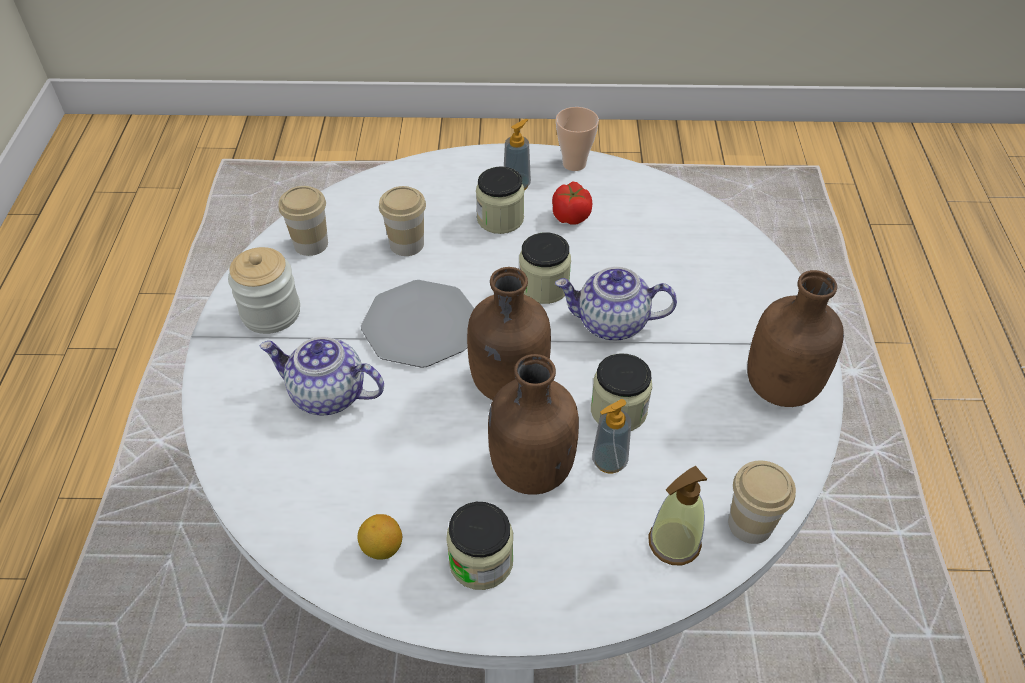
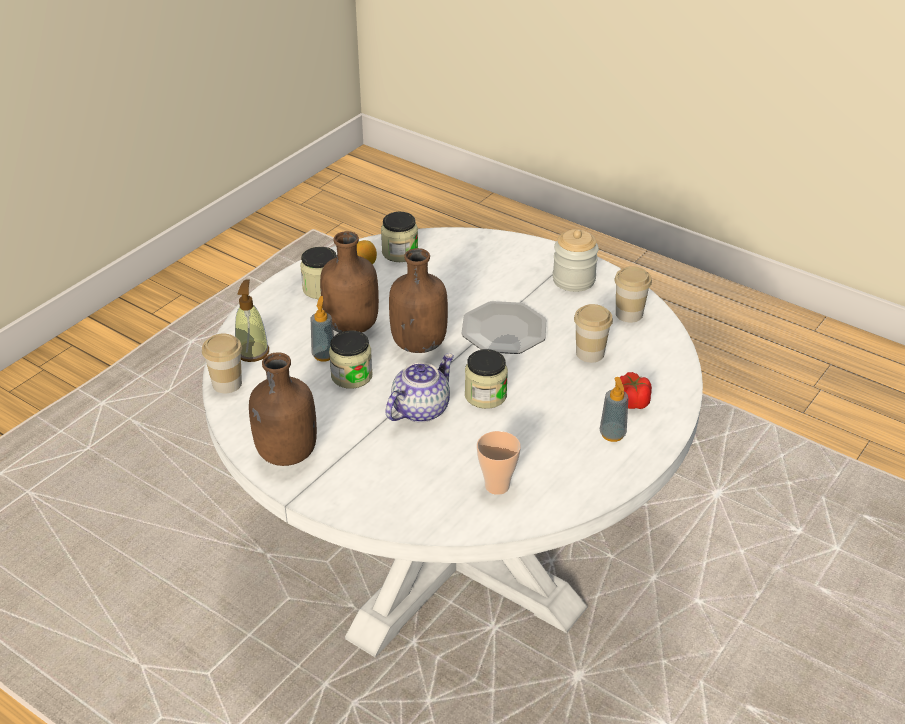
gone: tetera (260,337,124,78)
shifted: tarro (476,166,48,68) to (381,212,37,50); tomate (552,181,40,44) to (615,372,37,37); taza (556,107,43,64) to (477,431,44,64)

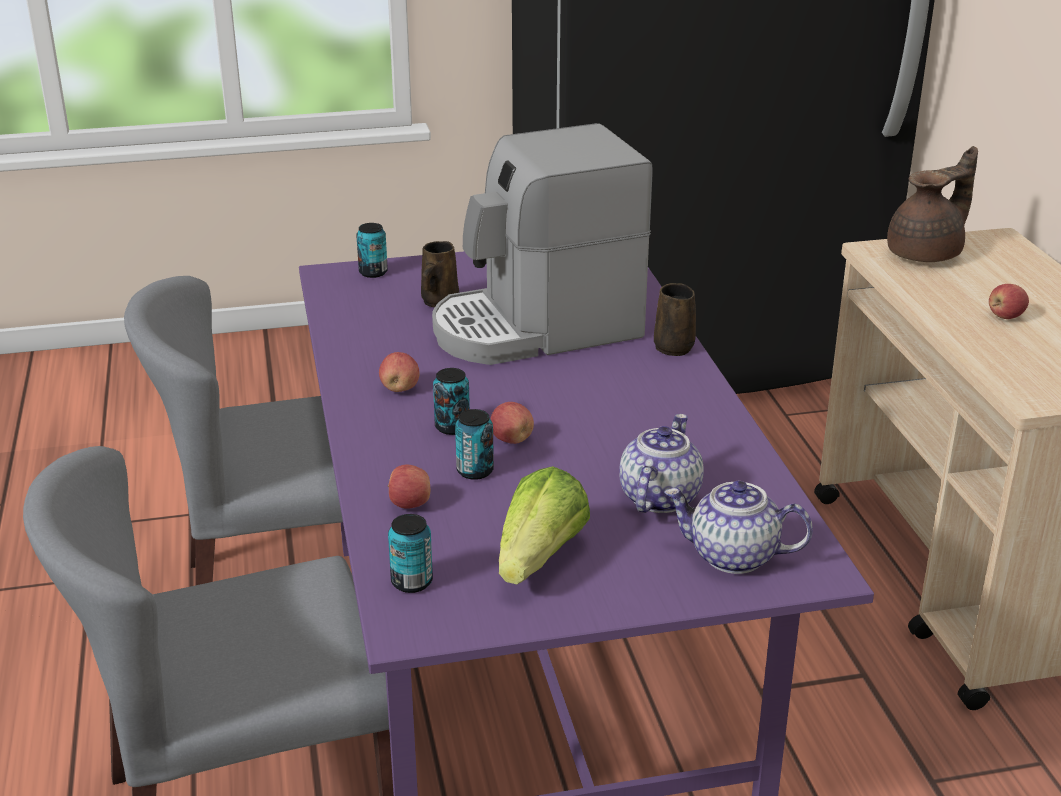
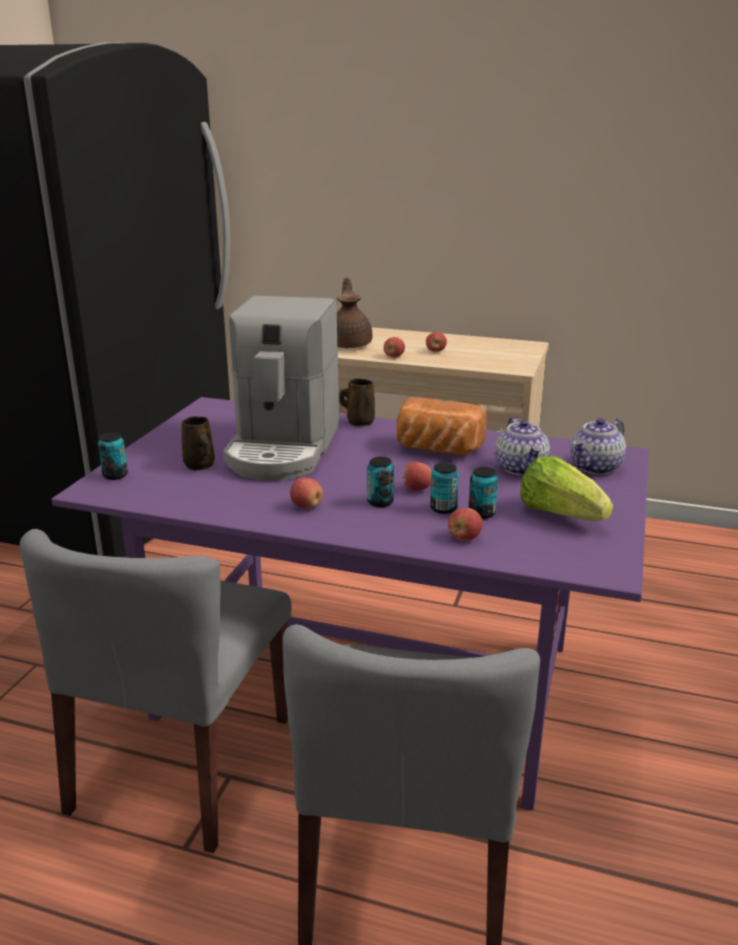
new: manzana (384,337,21,21); pan (396,397,91,58)
shifted: lata (388,514,45,79) to (469,467,29,52)
rotated: tetera (619,414,85,99) = (495,417,55,58) 150 degrees counterclockwise

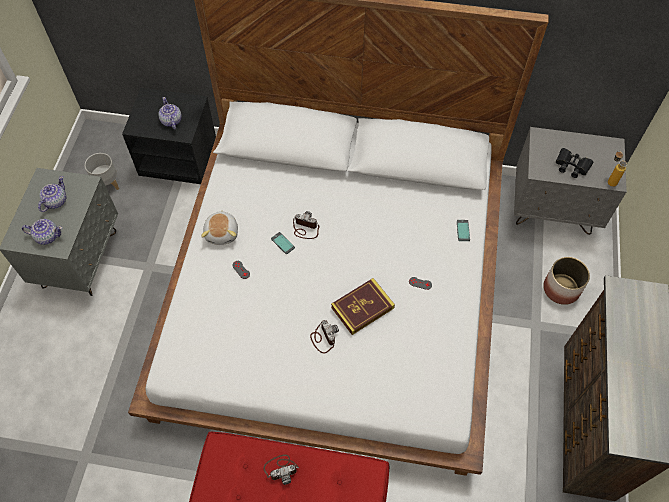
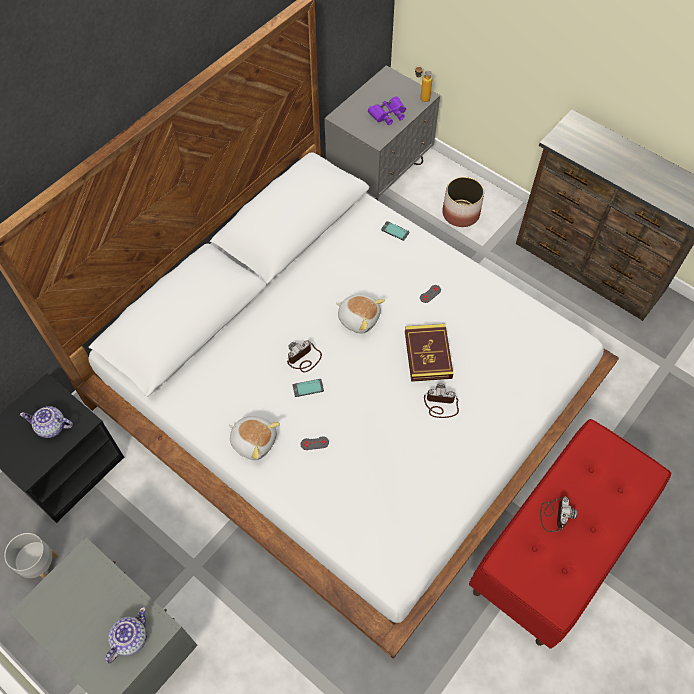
gone: tetera (38,176,28,36)
new: peluche (336,294,49,40)
repainted: prismáticos/negro (556,148,37,30) to prismáticos/morado (368,96,38,29)

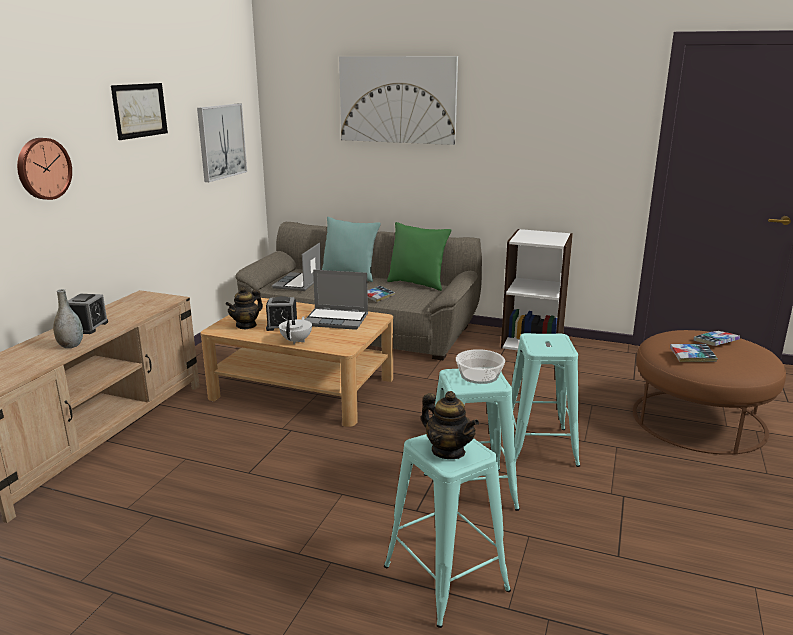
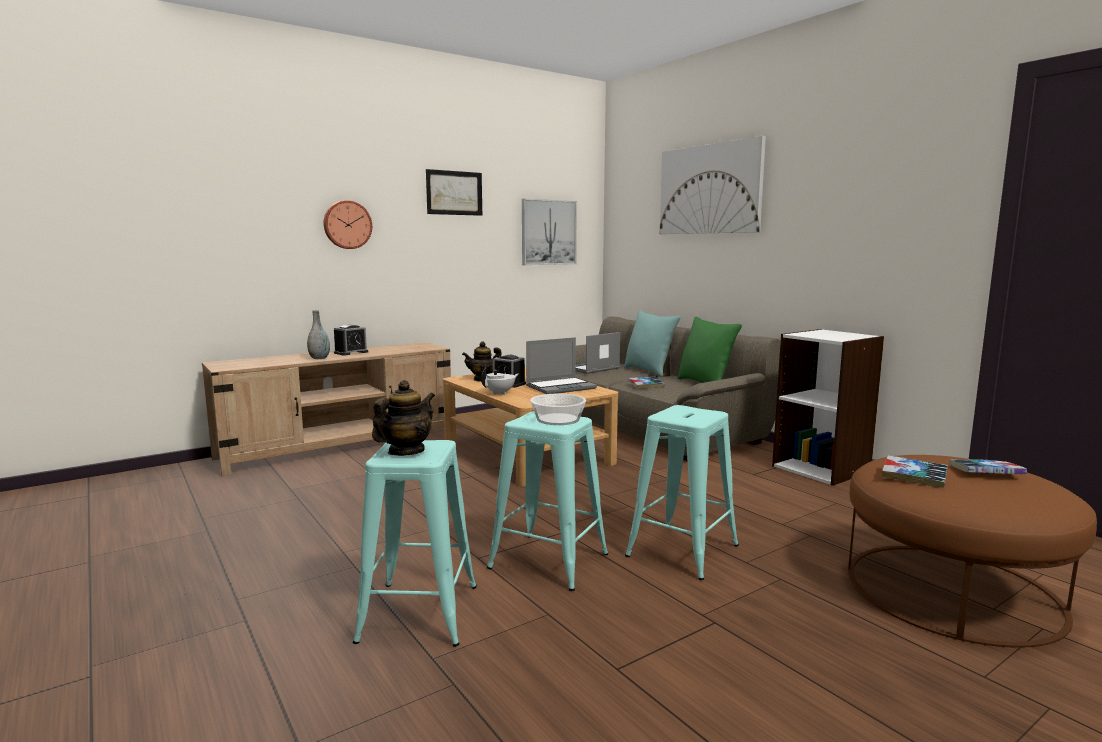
rotated: portátil (305,270,63,60) = (526,337,71,57) 75 degrees counterclockwise; tetera (421,391,58,68) = (372,380,63,76) 135 degrees counterclockwise

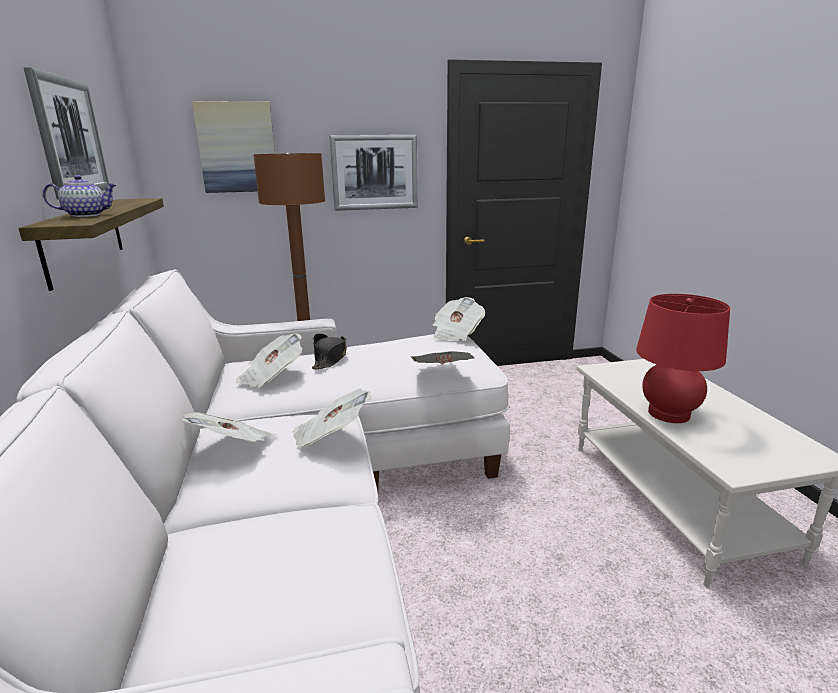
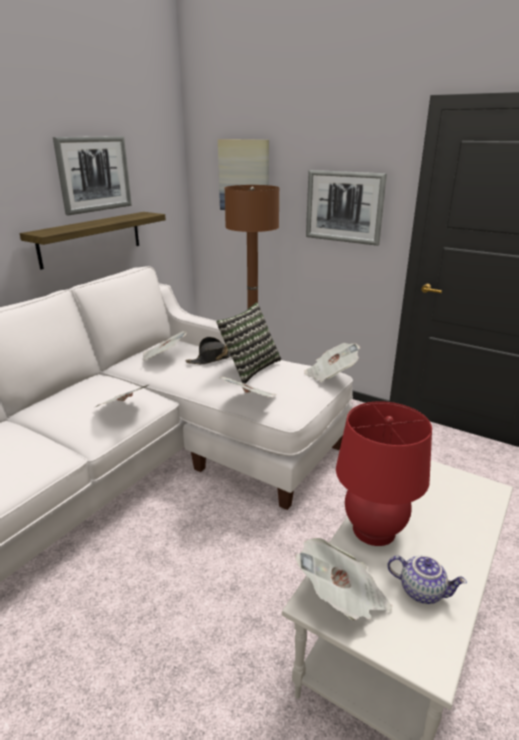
new: cojín (217,302,64,82)
shifted: tetera (43,175,73,42) to (387,555,80,49); periódico (181,412,96,30) to (295,538,97,82)

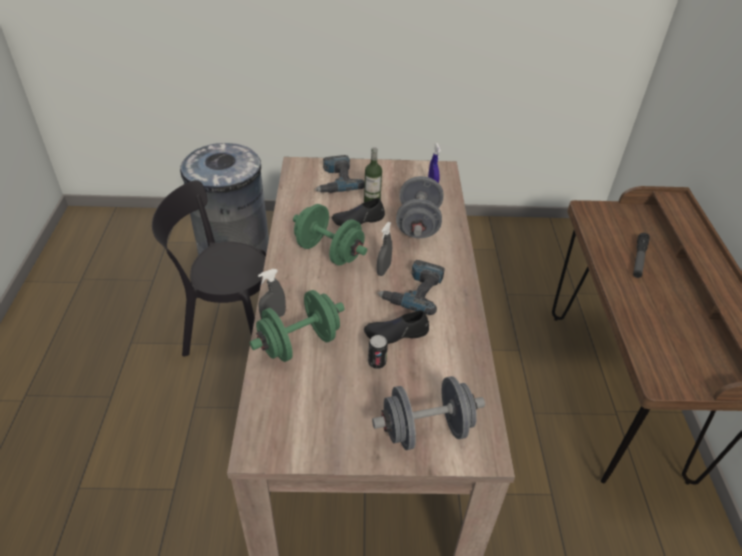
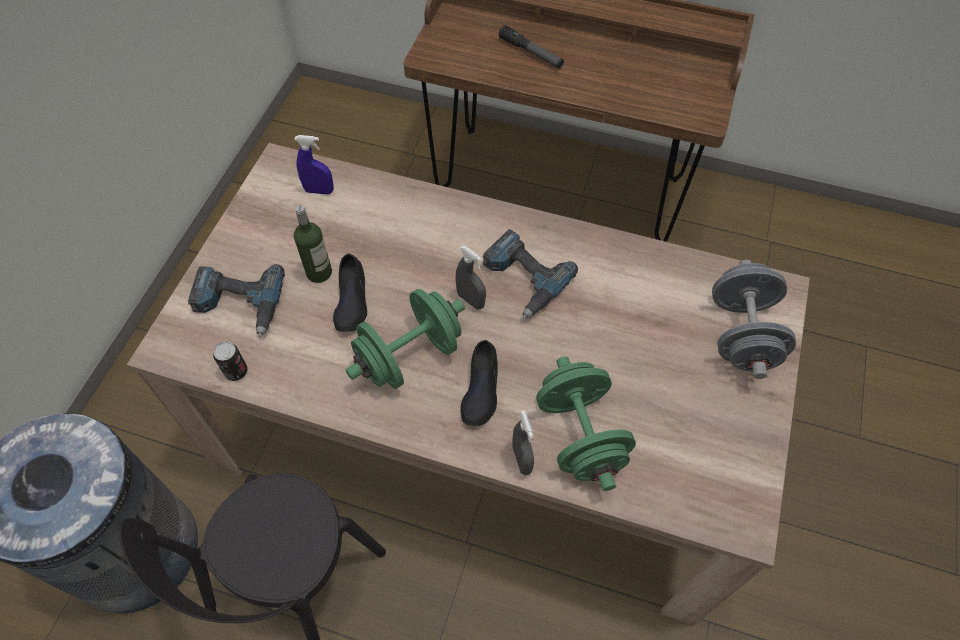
gone: mancuerna/gris (396,176,48,62)
shifted: zapato/negro (364,310,65,34) to (460,340,38,86); lata (368,335,20,34) to (213,341,34,40)

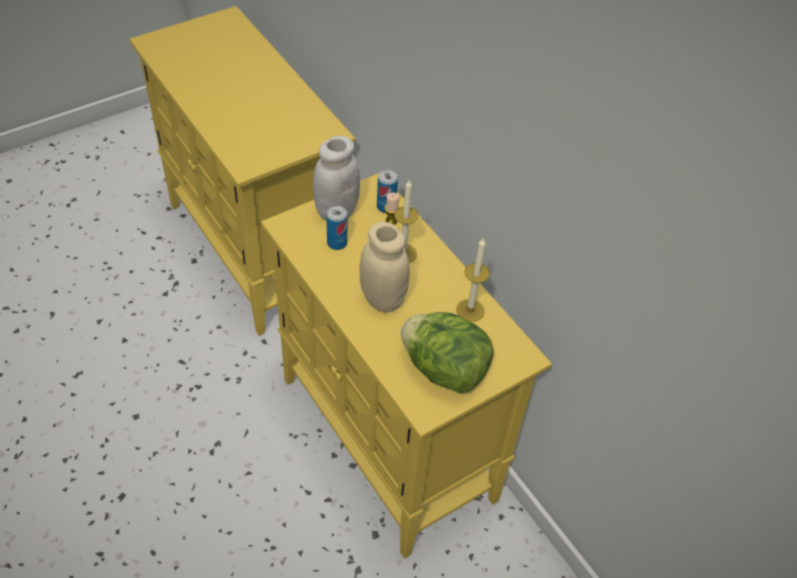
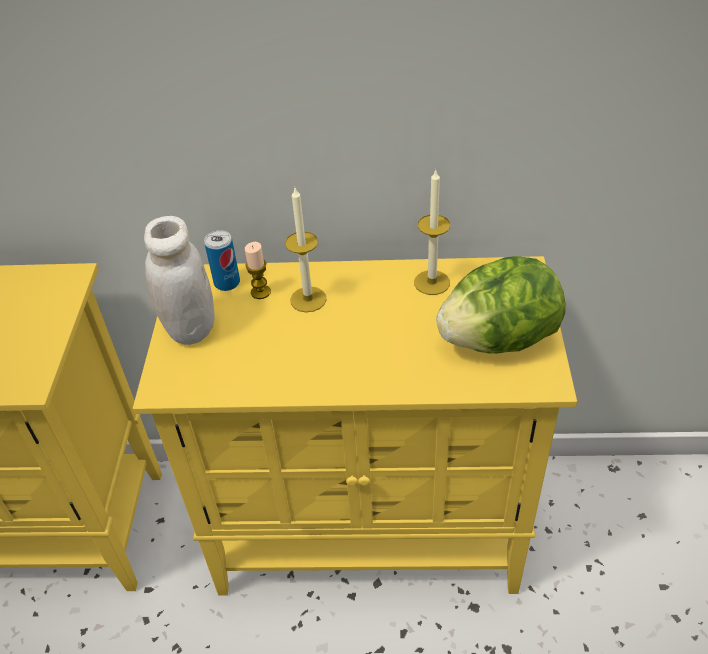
gone: lata (326,206,21,44); tarro/beis (360,222,50,90)

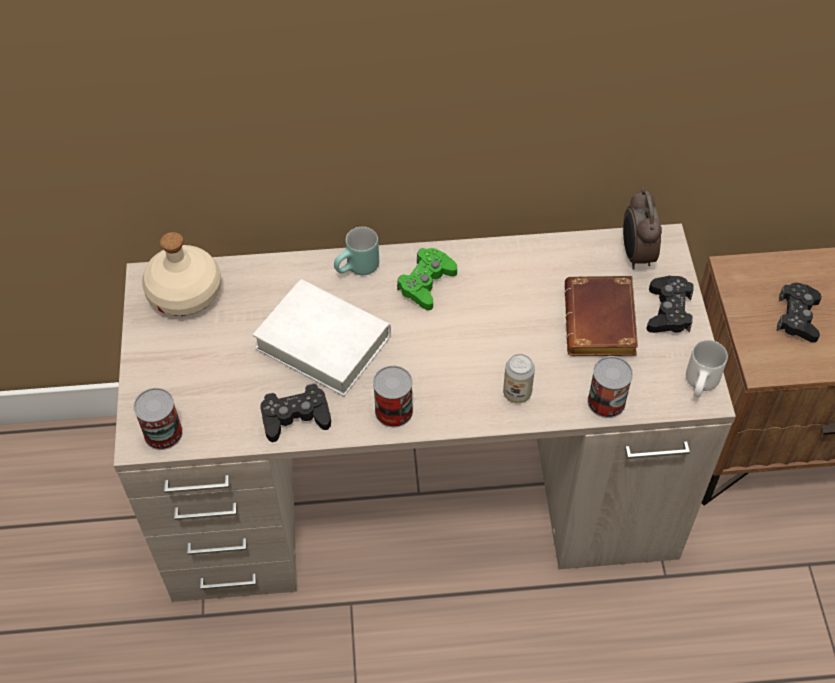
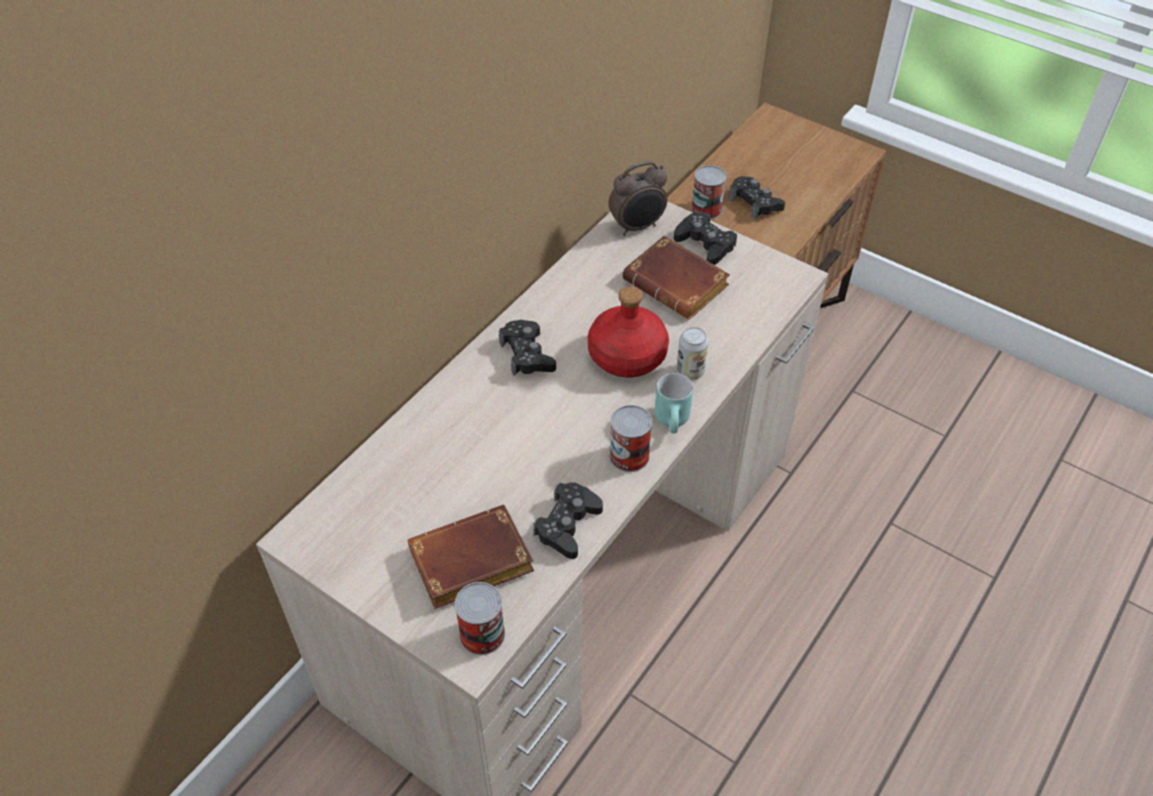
gone: botella/beis (142,232,80,84); libro/blanco (253,279,138,117); taza grande/blanco (686,340,42,57)
new: libro/marrón (408,505,126,104); botella/rojo (588,287,81,91)
shifted: taza grande/turquesa (334,227,45,48) to (655,373,38,61); lata (588,356,45,62) to (691,165,36,55)
repainted: mando de consola/verde (397,248,60,62) to mando de consola/negro (499,320,57,56)
rotated: despertador (623,188,39,82) = (608,161,59,75) 60 degrees counterclockwise

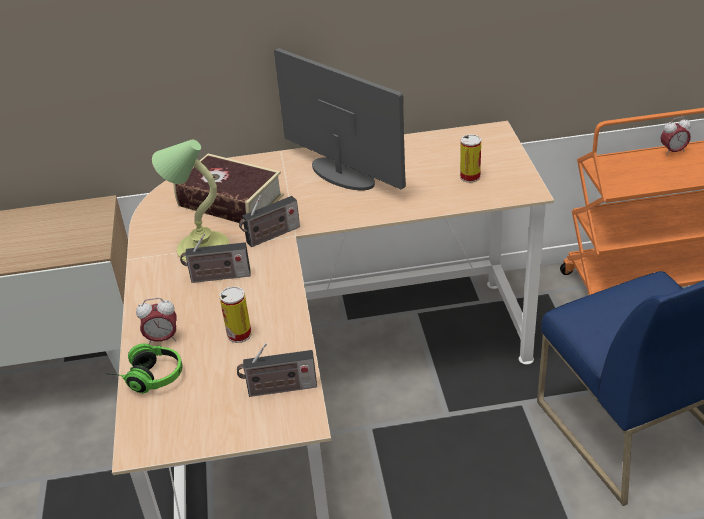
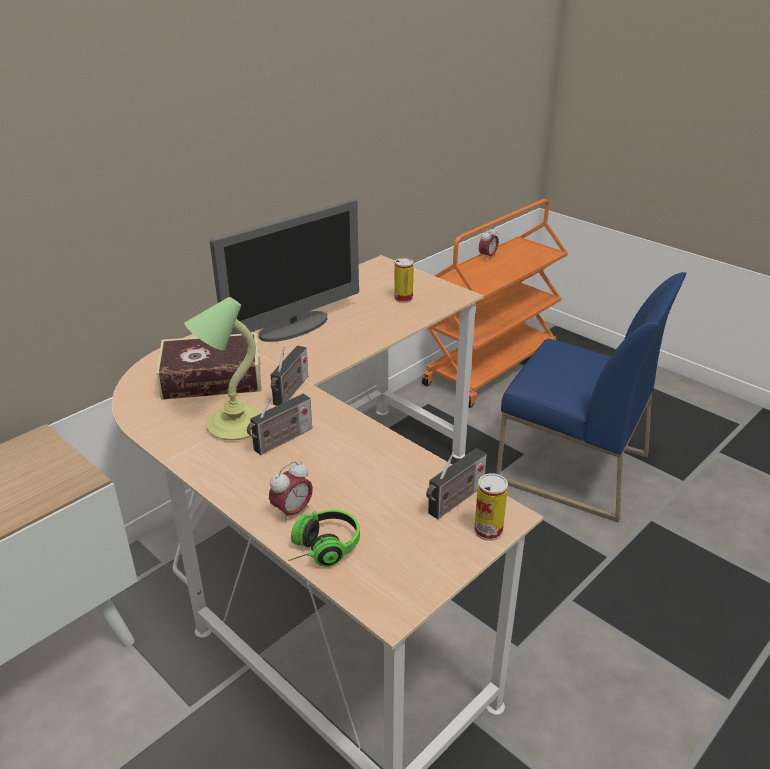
shifted: lata (219,286,33,57) to (474,473,34,68)
rotated: monitor (274,48,132,142) = (210,199,149,143) 135 degrees clockwise

